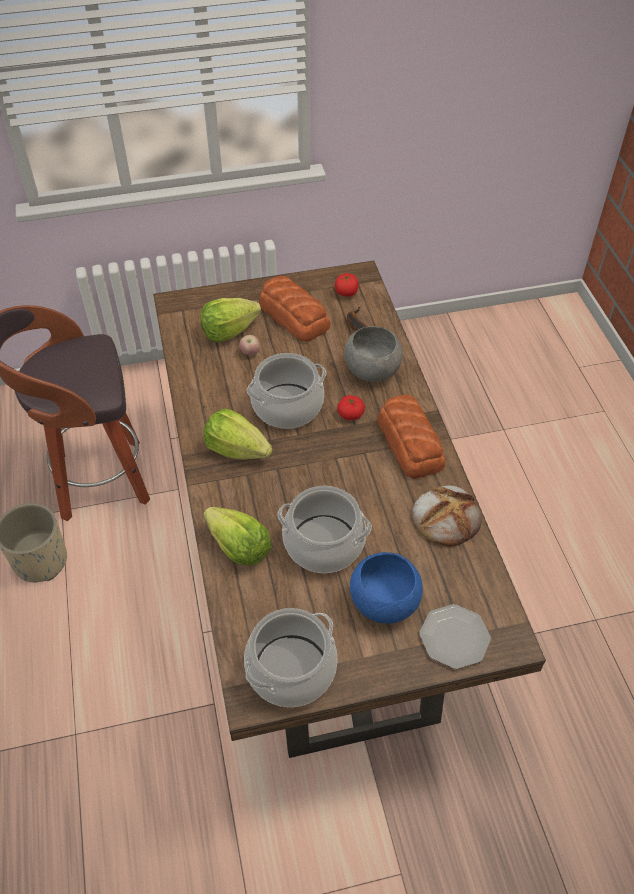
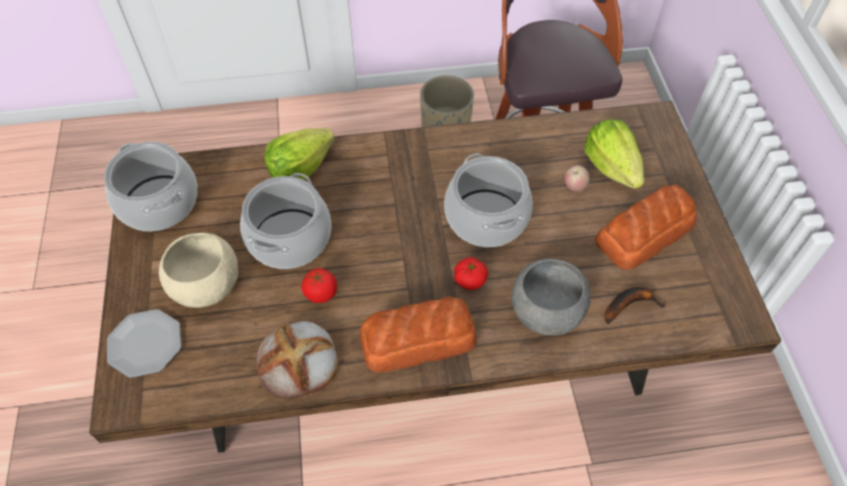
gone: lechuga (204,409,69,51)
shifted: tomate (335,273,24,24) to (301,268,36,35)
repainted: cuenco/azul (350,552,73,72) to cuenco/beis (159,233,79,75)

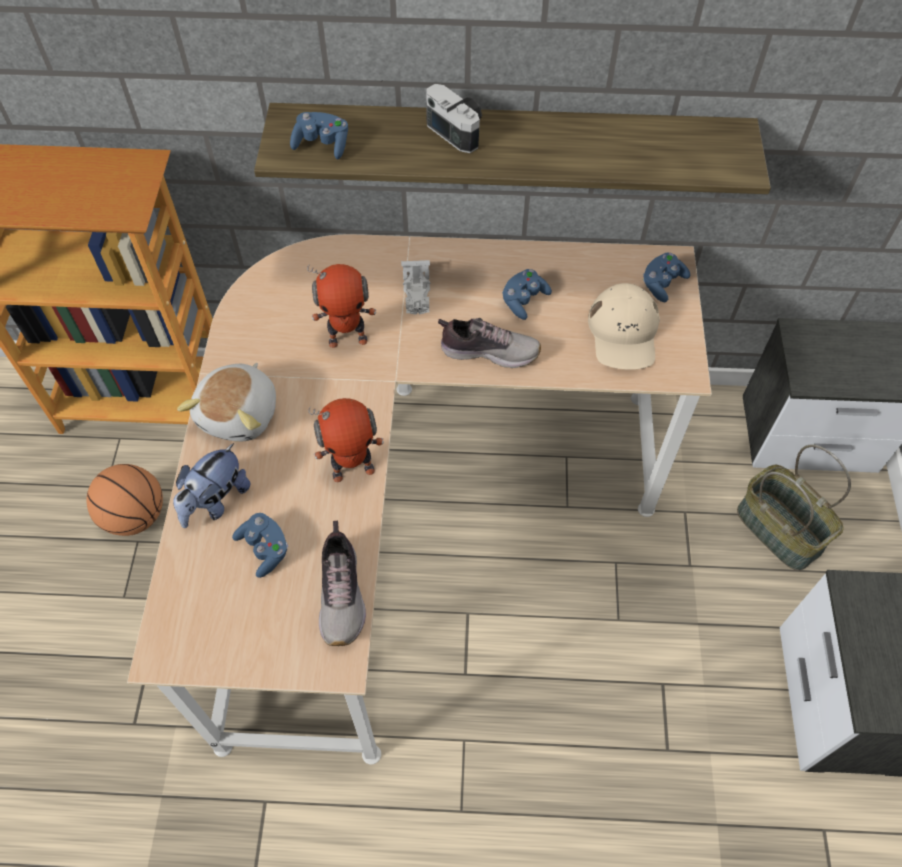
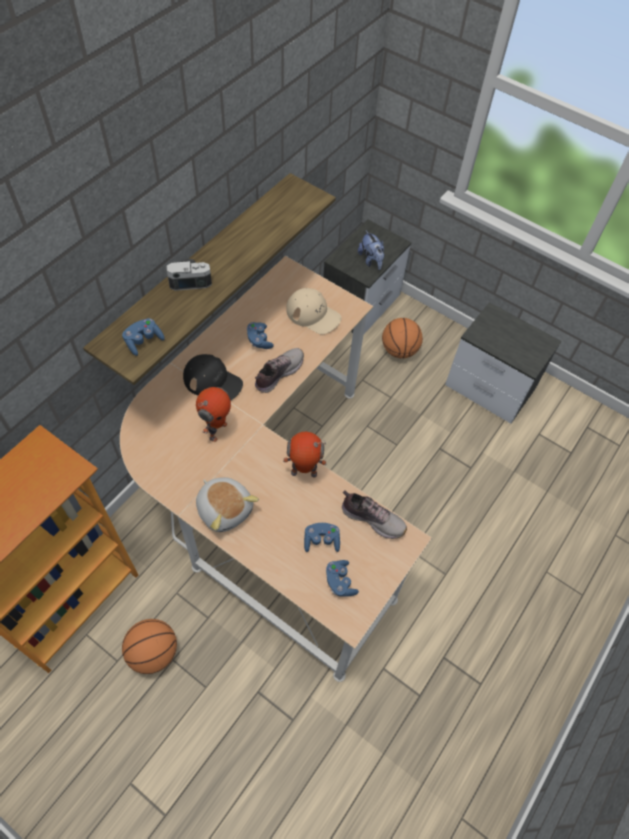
shifted: peluche (173,443,77,85) to (358,231,26,39); mando de consola/azul (643,253,47,49) to (326,560,33,36)
swapped: coche de juguete/blanco (401,260,29,55) to gorra/negro (183,354,60,47); cesta (737,444,114,127) to balón de baloncesto (382,318,41,40)
rotated: robot de juguete (309,398,75,85) = (283,432,44,45) 105 degrees counterclockwise

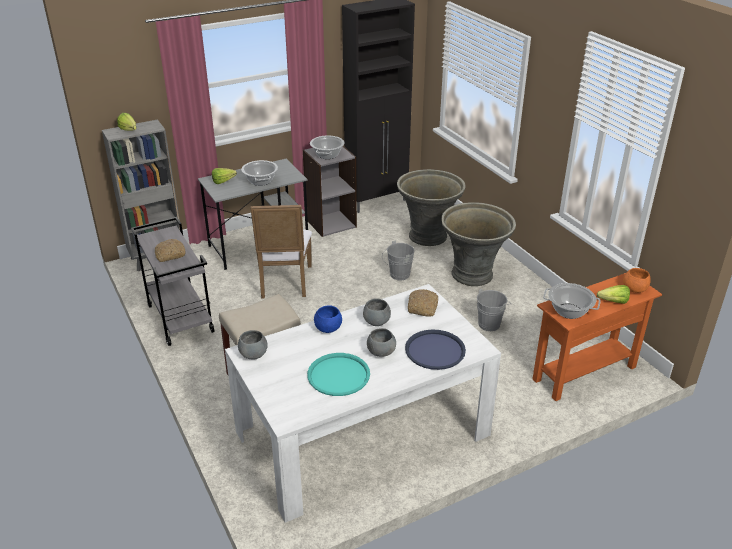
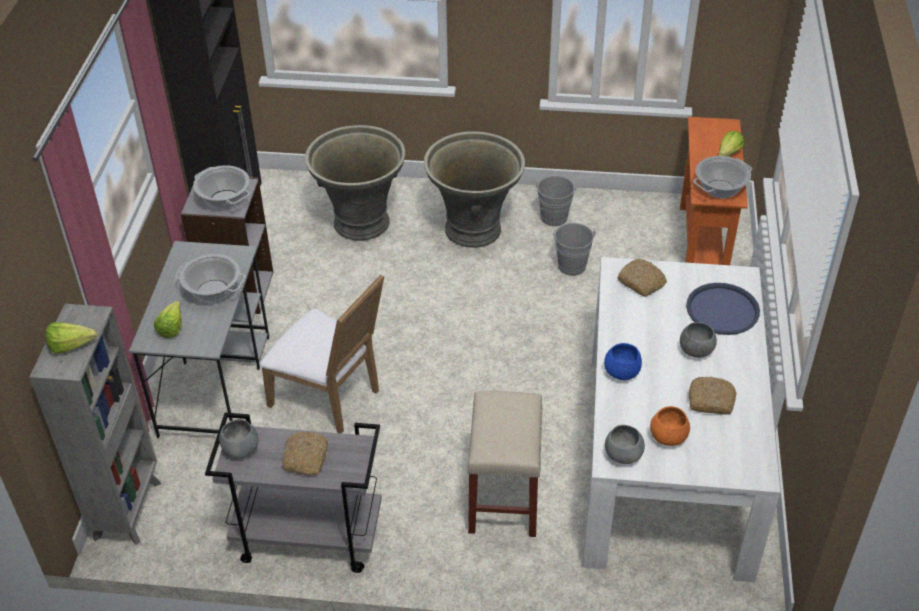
shifted: cuenco/gris (363,298,28,28) to (219,419,40,39); cubo/gris (382,240,33,40) to (536,175,40,52); cuenco/naranja (623,268,28,25) to (650,406,40,40)
swapped: bandeja/turquesa (307,353,63,43) to pan (689,376,48,39)

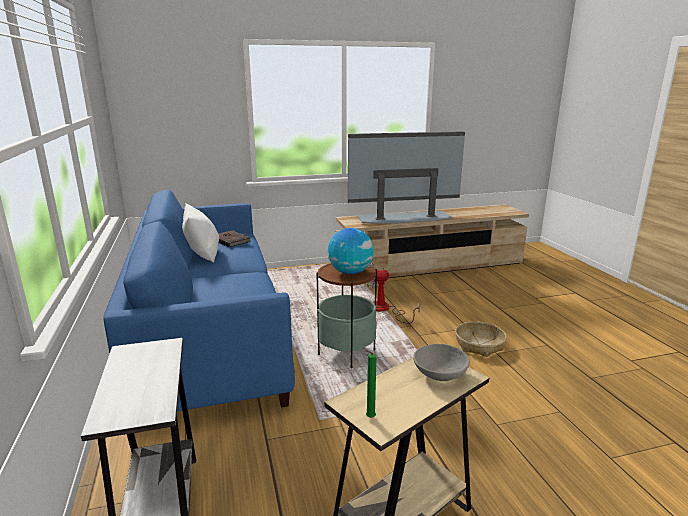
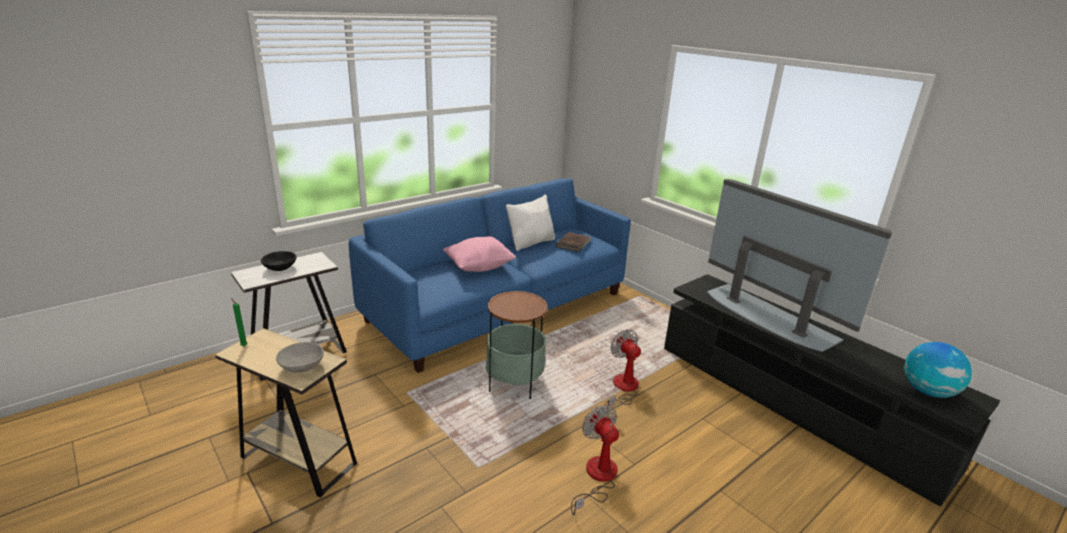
new: cuenco/negro (261,251,36,20); cojín/rosa (443,236,73,36)
shifted: globo terráqueo (328,228,46,46) to (904,342,68,56)
swapped: cesta (455,321,52,36) to ventilador (571,405,48,110)
repainted: mueble de televisión/beis (336,204,193,74) to mueble de televisión/negro (664,274,336,232)

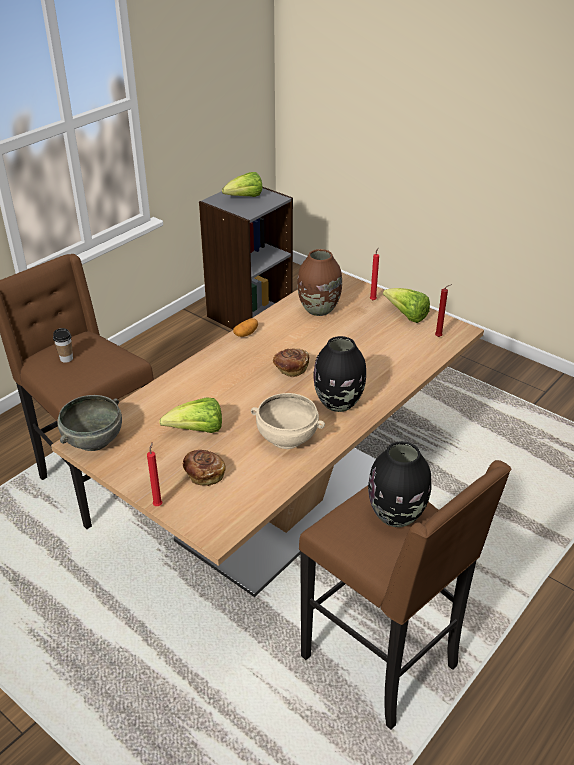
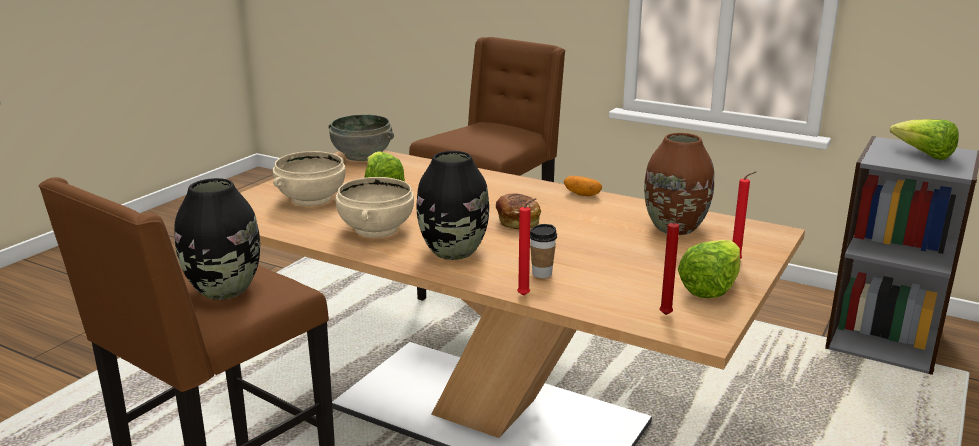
shifted: taza (53,328,20,35) to (530,224,27,54); vela/rojo (147,442,15,64) to (517,198,20,98)
swapped: pan (183,450,43,36) to cuenco/beis (273,151,72,55)

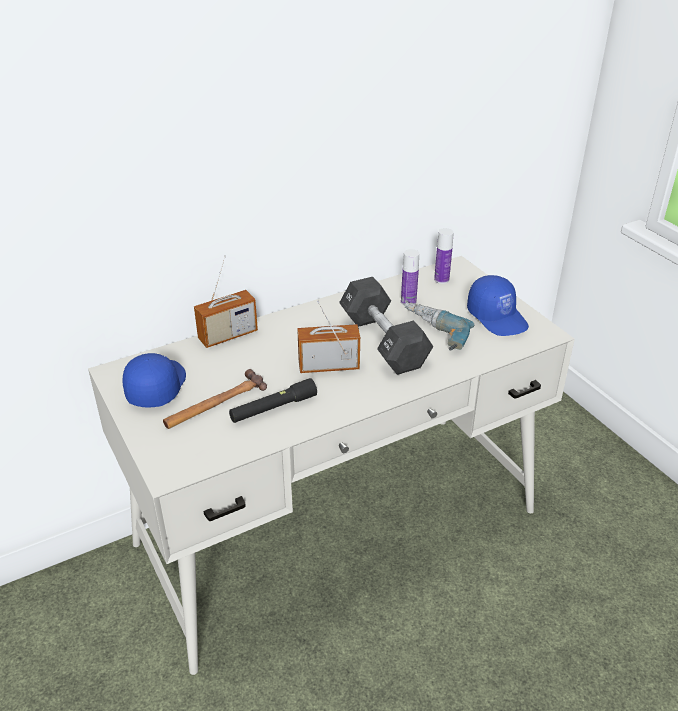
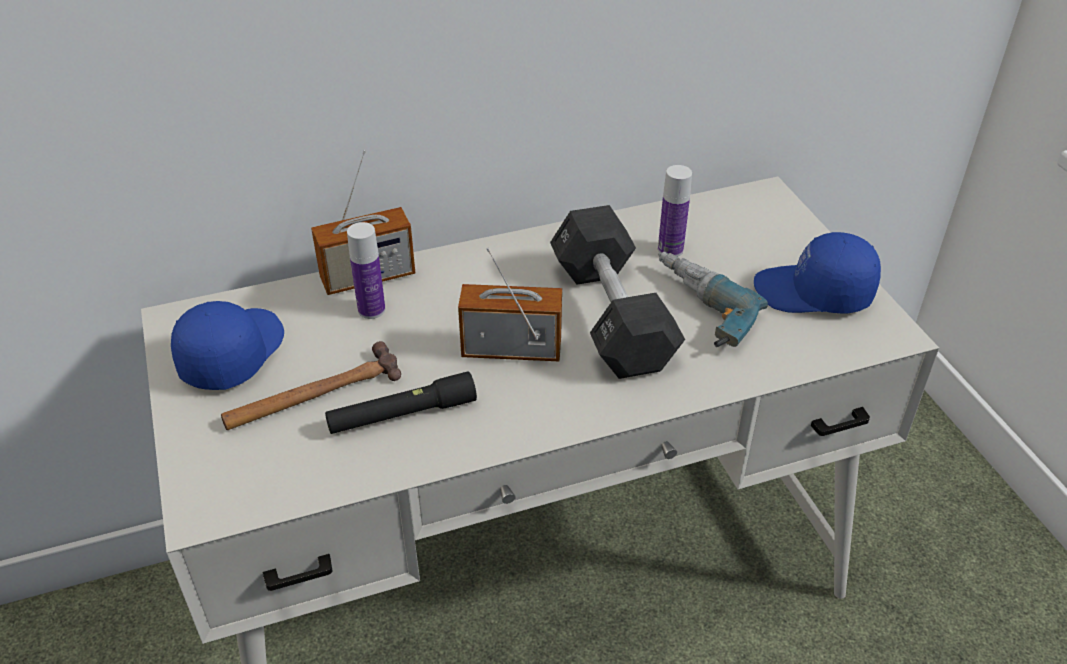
shifted: botella (434,228,20,56) to (347,222,38,97)
rotated: gorra/azul (467,275,62,61) = (754,232,127,82) 120 degrees clockwise

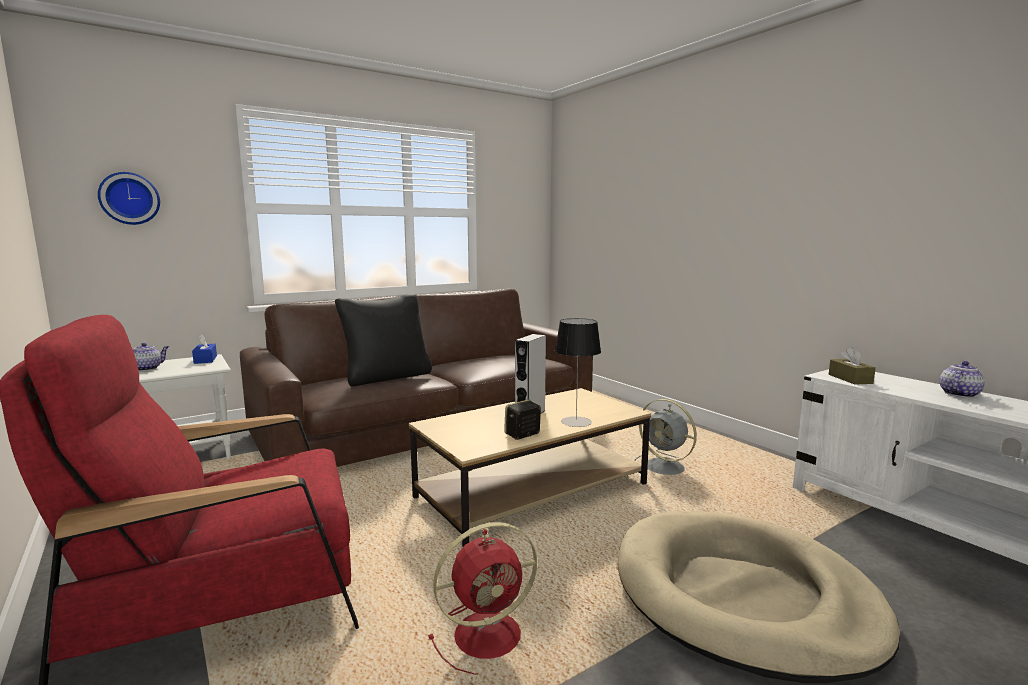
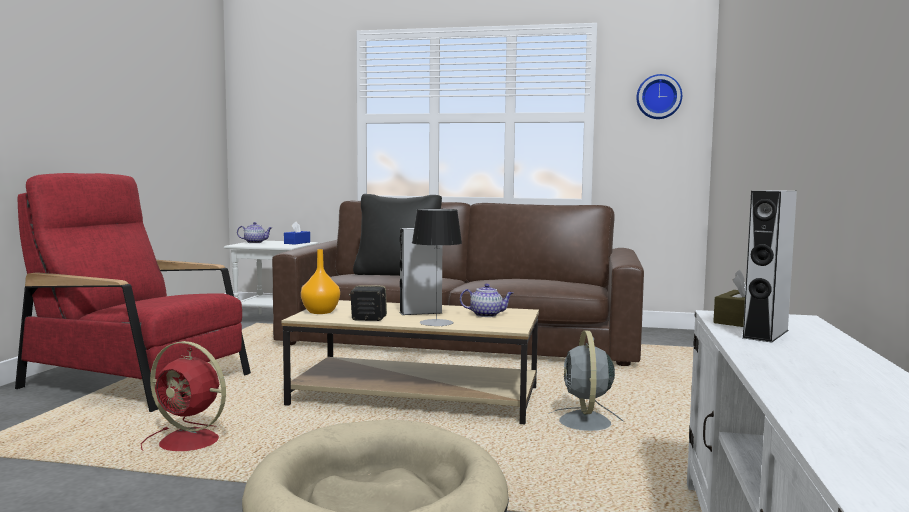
new: florero/naranja (301,249,39,65); altavoz/gris (742,190,55,152)
shifted: reloj de pared (98,172,62,53) to (636,74,46,45); tetera (939,361,46,37) to (460,284,53,33)

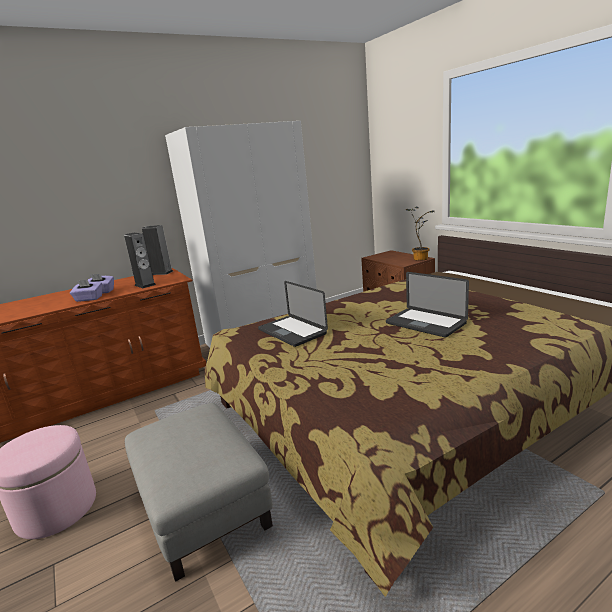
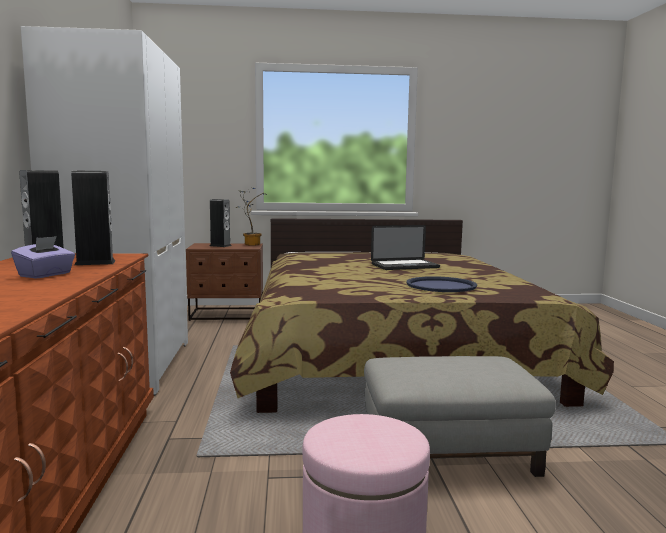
gone: caja de pañuelos/morado (70,280,32,22); portátil (258,281,70,66)
new: altavoz (210,199,21,48); bandeja/azul (406,276,71,16)

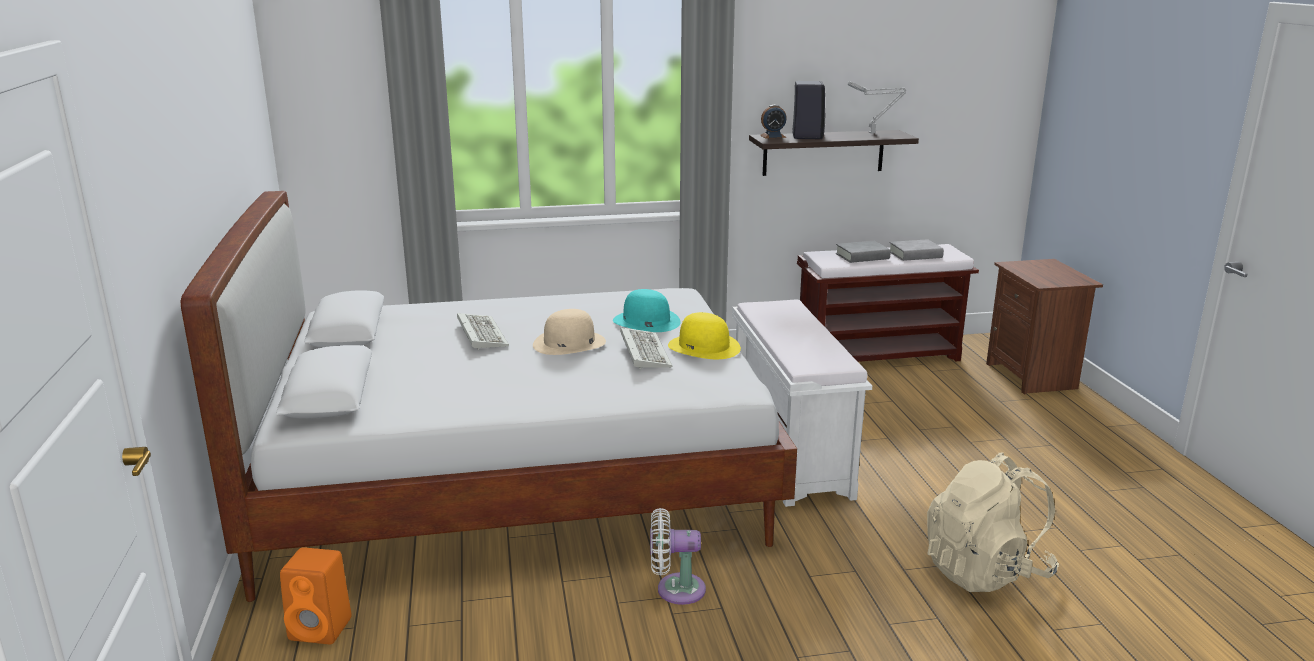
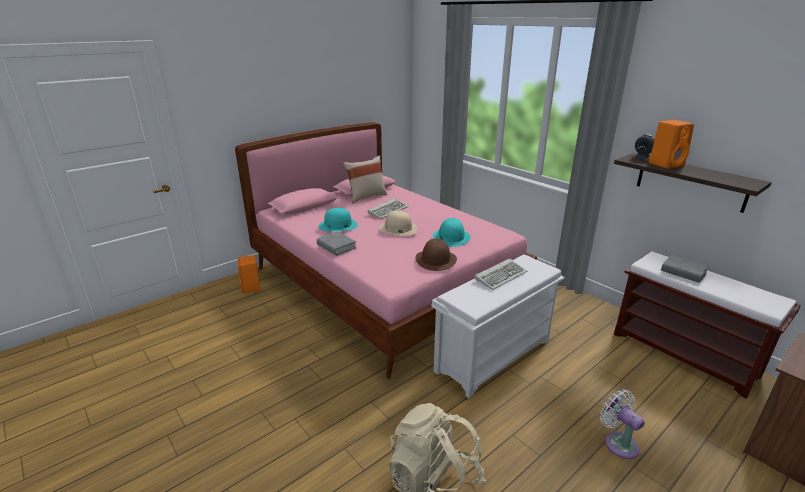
gone: lámpara de mesa/gris (848,81,58,53)
new: sombrero/turquesa (319,208,39,23); cojín/beis (343,156,44,47)
shifted: teclado (620,327,52,42) to (475,258,52,32); ventilador/blanco (650,508,56,97) to (600,390,45,69); libro/gris (890,239,54,22) to (317,231,39,25)
repainted: cama/blanco (180,191,617,411) to cama/rosa (235,122,302,257); sombrero/amarillo (668,312,73,47) to sombrero/marrón (415,238,42,33); altavoz/negro (792,81,33,58) to altavoz/naranja (649,120,45,49)

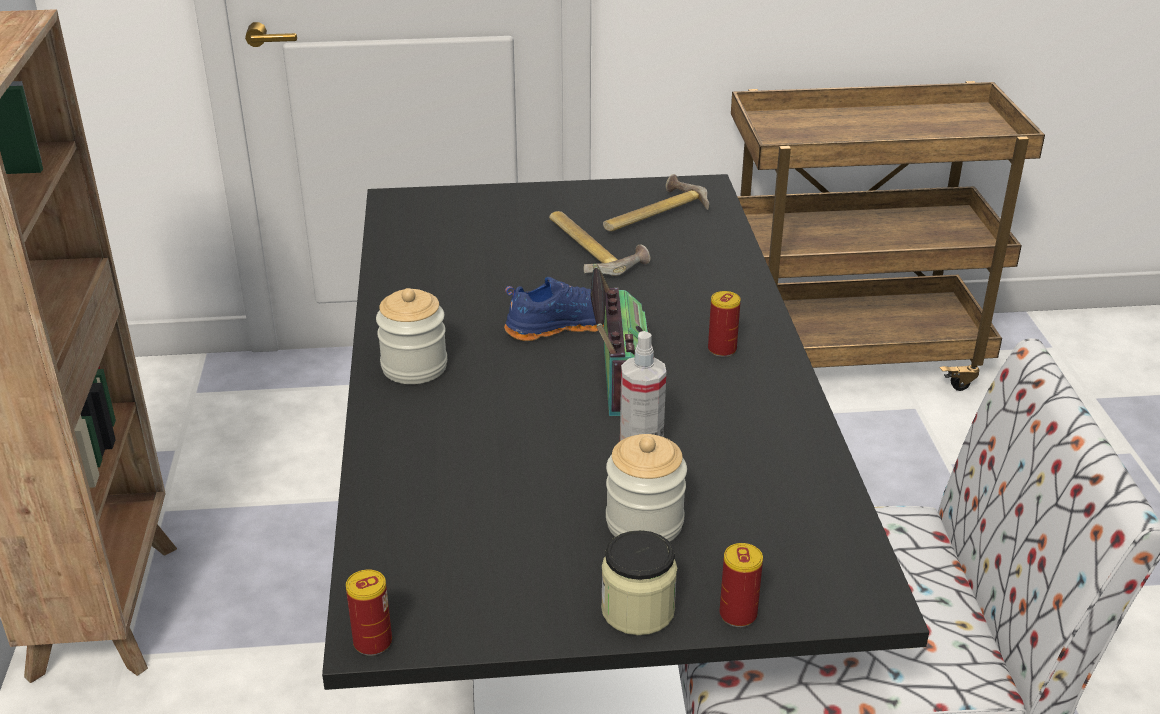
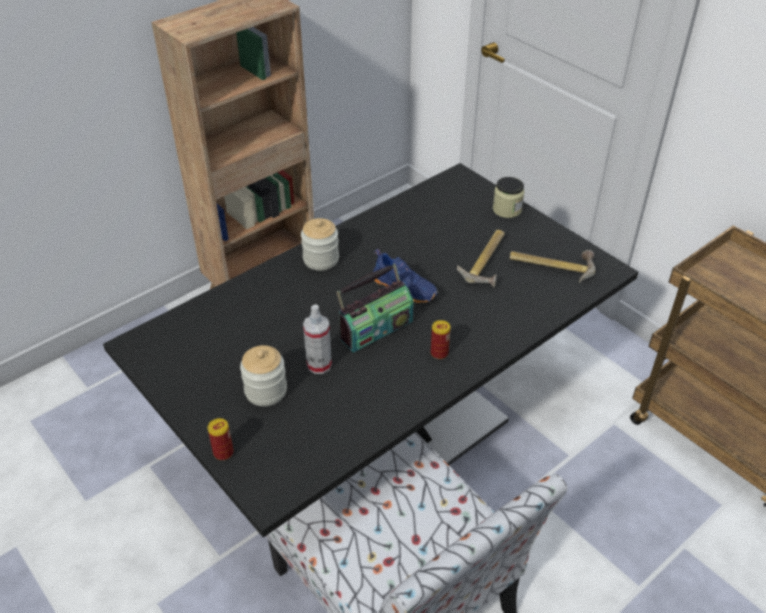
gone: lata (346,569,46,87)
shifted: tarro (601,530,76,105) to (493,177,32,41)

